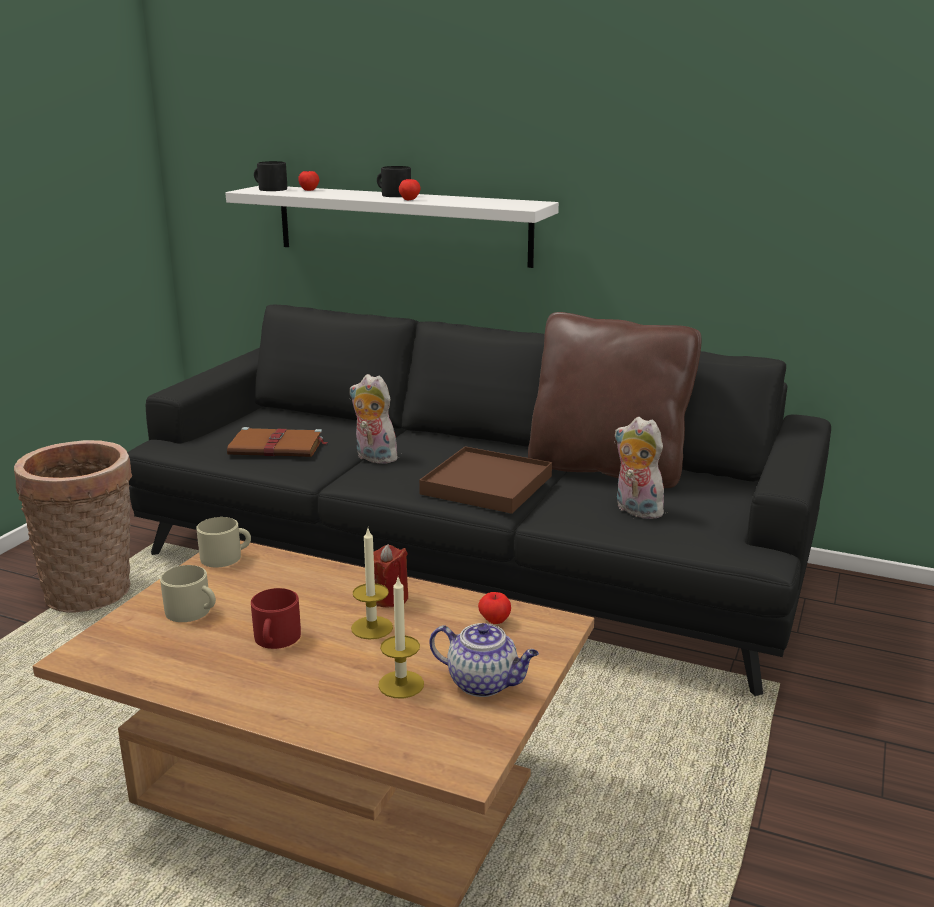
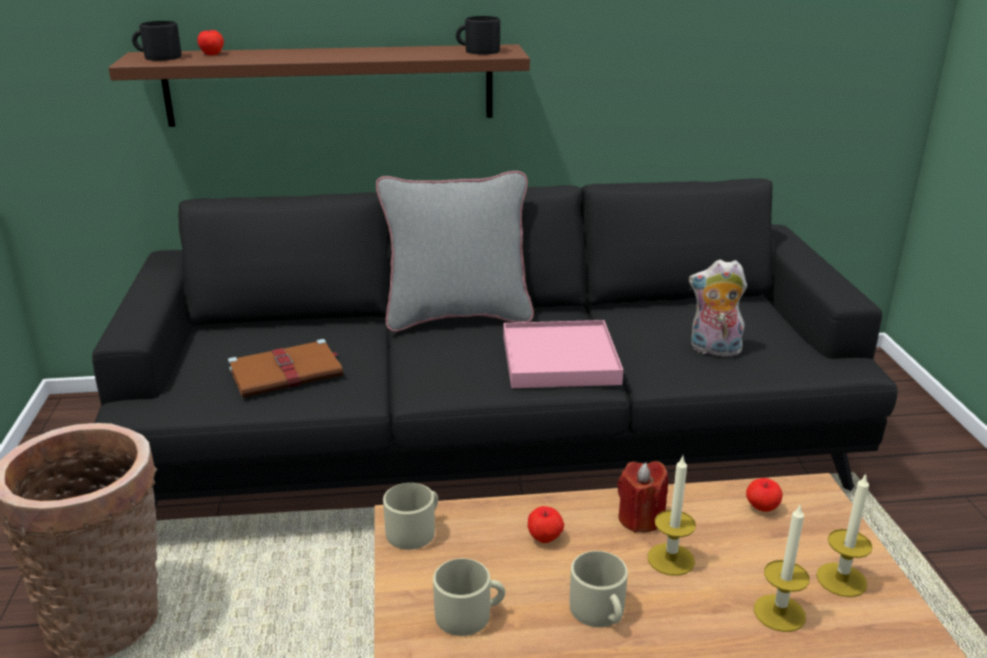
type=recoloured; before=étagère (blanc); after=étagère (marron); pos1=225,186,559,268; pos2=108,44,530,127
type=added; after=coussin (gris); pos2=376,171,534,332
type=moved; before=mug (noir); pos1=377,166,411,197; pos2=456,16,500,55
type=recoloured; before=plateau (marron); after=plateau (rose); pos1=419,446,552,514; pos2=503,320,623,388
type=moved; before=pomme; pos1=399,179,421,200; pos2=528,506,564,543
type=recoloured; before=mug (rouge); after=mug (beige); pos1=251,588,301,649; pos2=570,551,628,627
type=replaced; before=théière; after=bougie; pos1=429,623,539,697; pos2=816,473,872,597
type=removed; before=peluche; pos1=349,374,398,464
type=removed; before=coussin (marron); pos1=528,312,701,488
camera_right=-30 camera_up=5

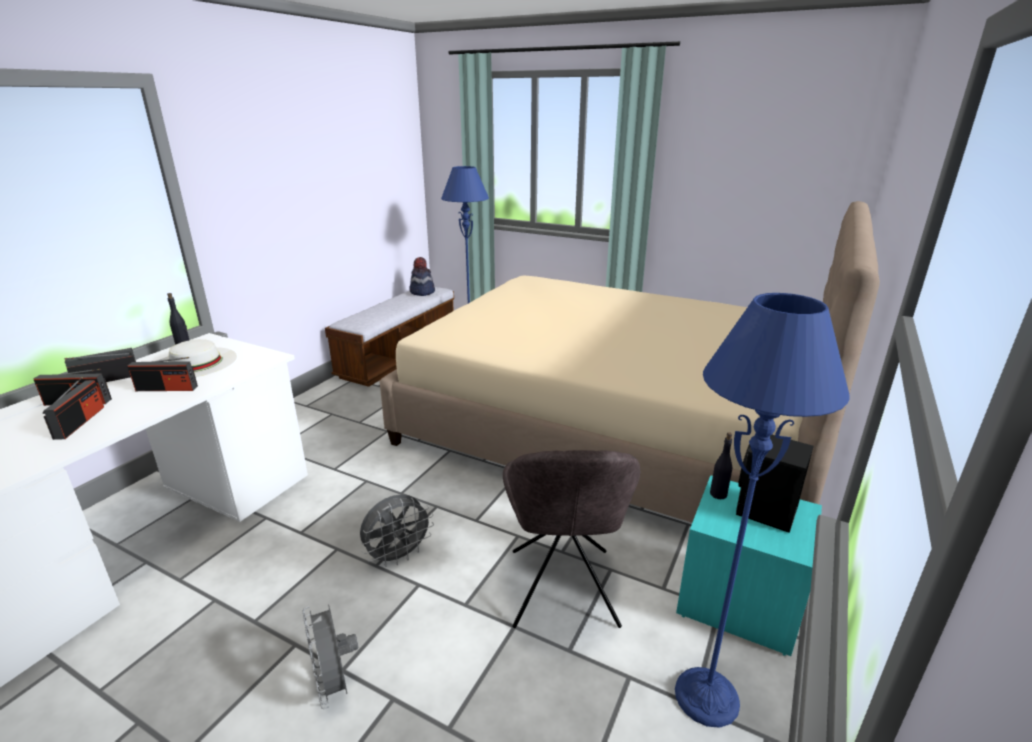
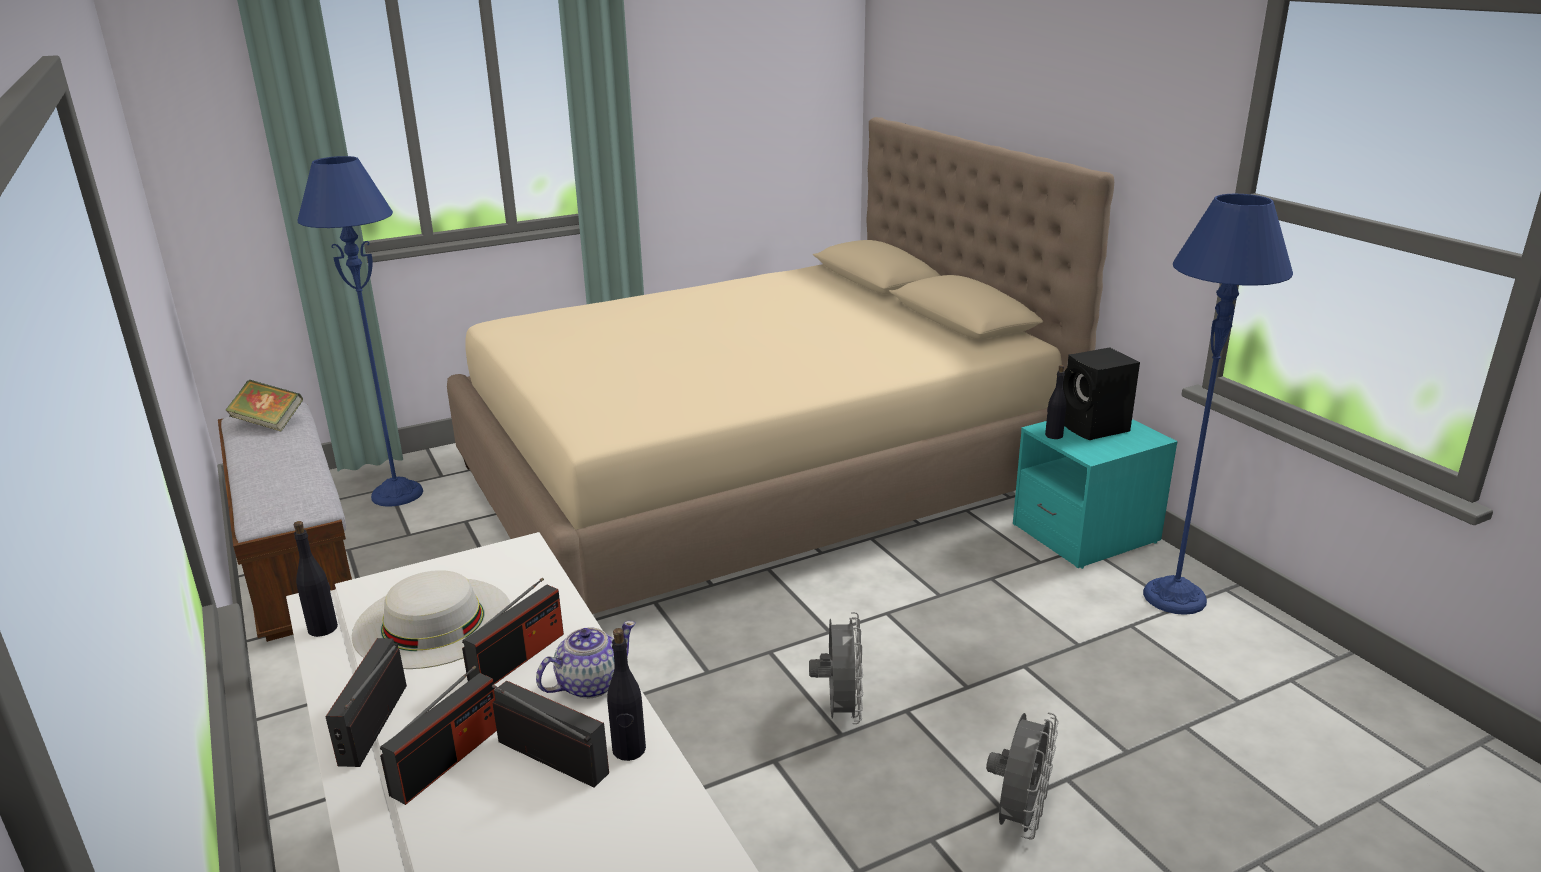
type=replaced; before=chapeau; after=livre; pos1=409,257,435,296; pos2=225,380,303,432
type=added; after=théière; pos2=536,621,636,699
type=added; after=bouteille (noir); pos2=607,628,646,761
type=turned; before=ventilateur (gris); pos1=302,604,359,709; pos2=986,712,1059,840; turn=-75
type=removed; before=chaise (gris); pos1=503,450,640,628
camera_right=-55 camera_up=0

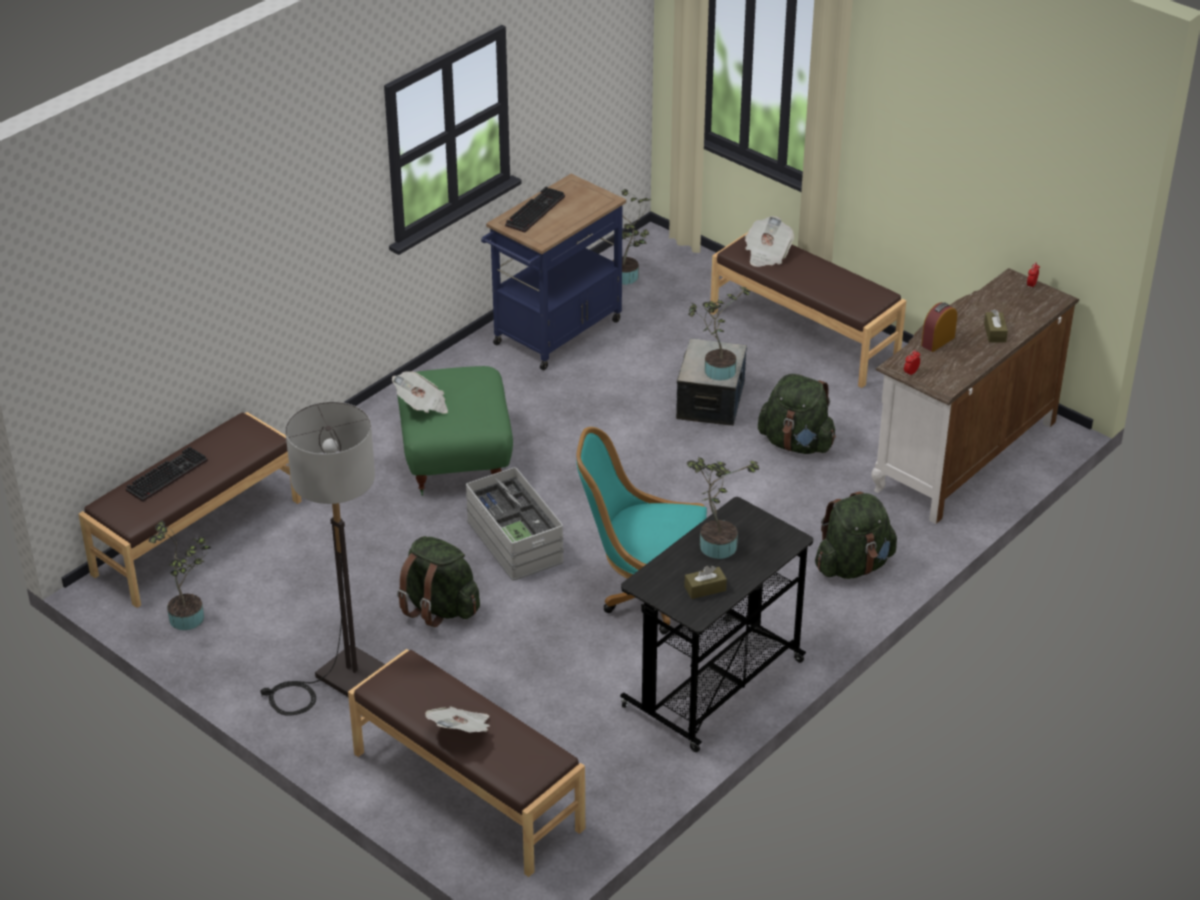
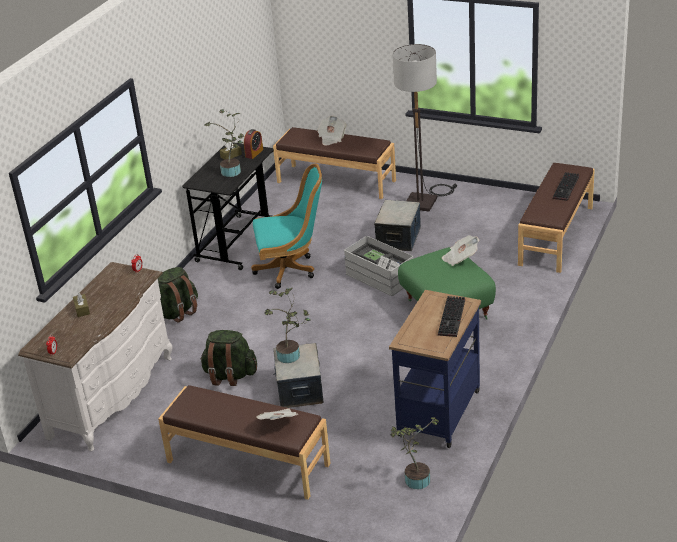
type=moved; before=réveil; pos1=921,302,957,352; pos2=244,129,263,159
type=replaced; before=sac à dos (vert); after=boîte de rangement; pos1=397,536,480,627; pos2=374,200,421,251
type=removed; before=plante en pot; pos1=149,520,211,630
camera_right=165 camera_up=-5

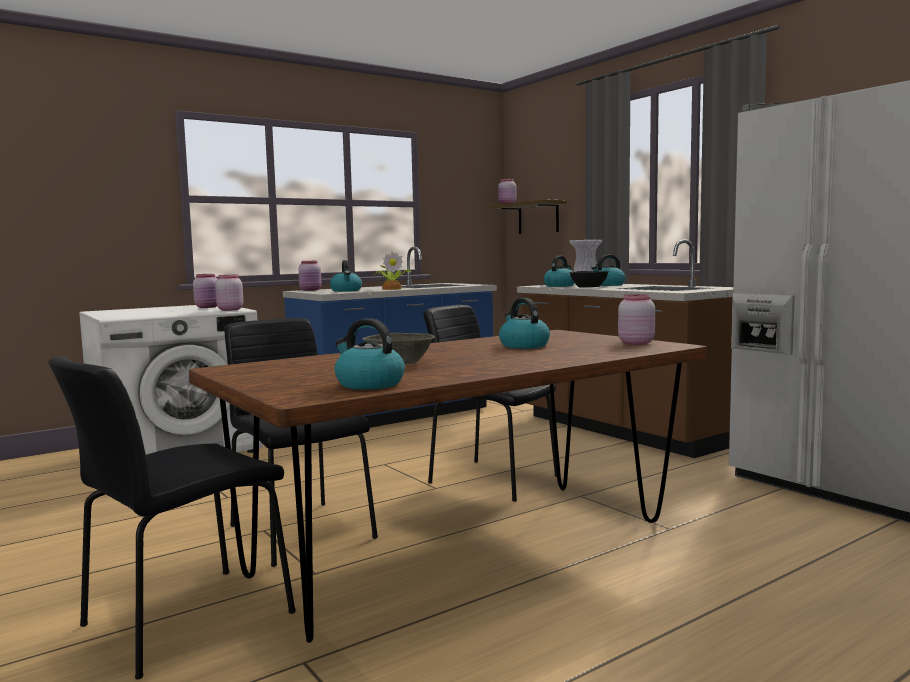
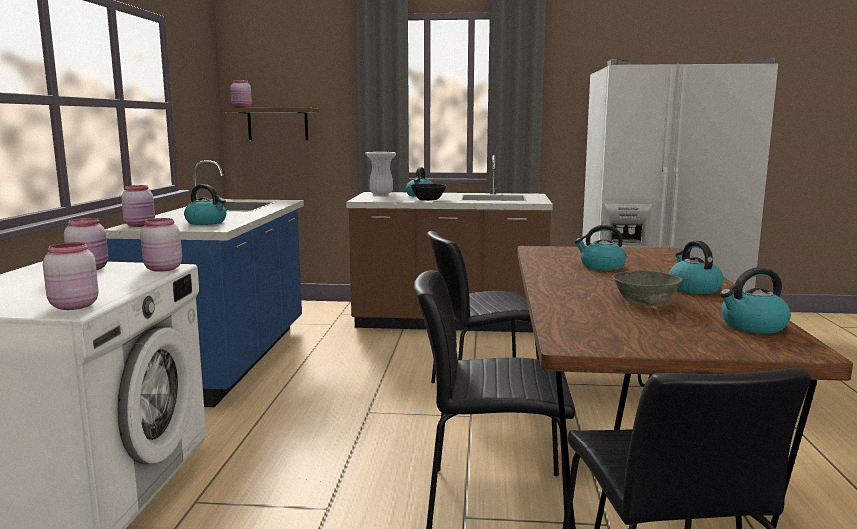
type=moved; before=bocal (rose); pos1=618,294,655,345; pos2=43,242,99,310
type=moved; before=bouilloire; pos1=544,256,574,287; pos2=669,241,723,294
type=removed; before=plante en pot; pos1=374,252,412,290
camera_right=-50 camera_up=5

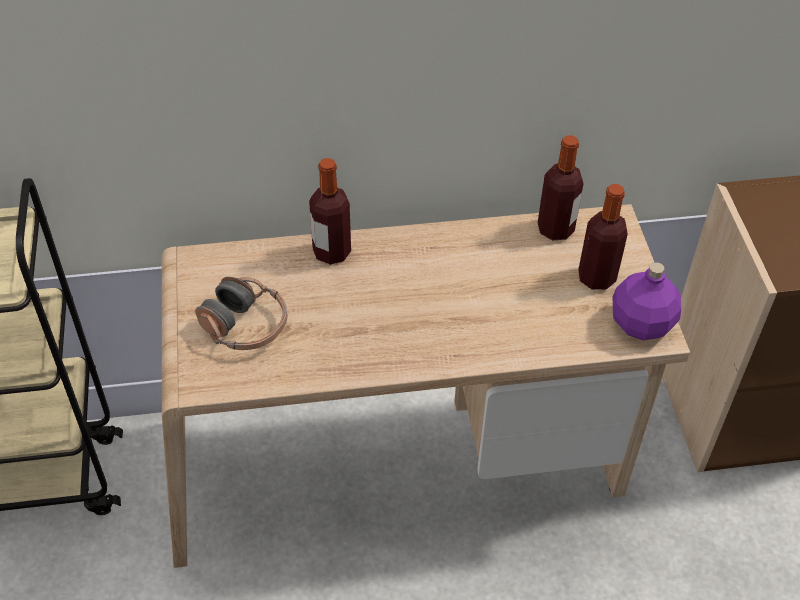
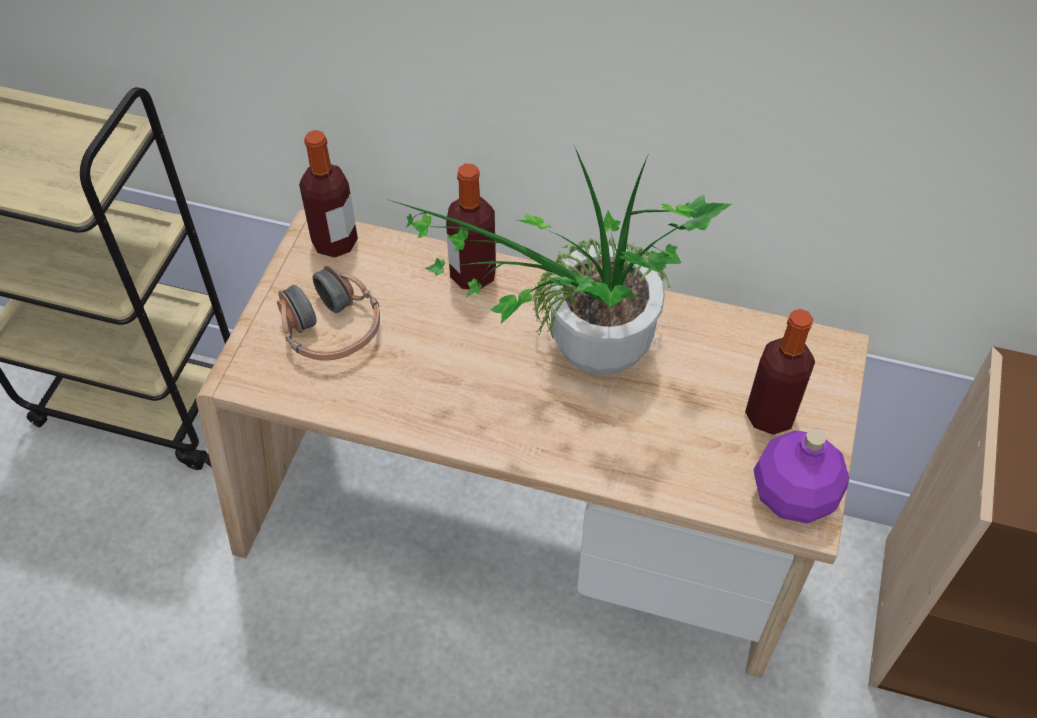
type=moved; before=bouteille; pos1=538,135,584,240; pos2=299,130,358,258
type=added; after=plante en pot; pos2=387,148,732,376
camera_right=25 camera_up=5

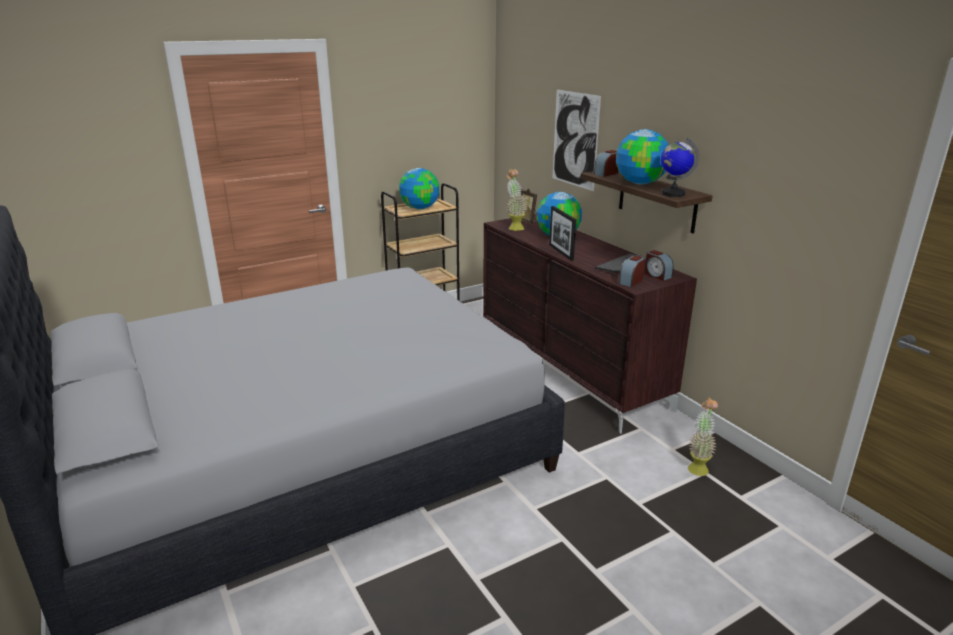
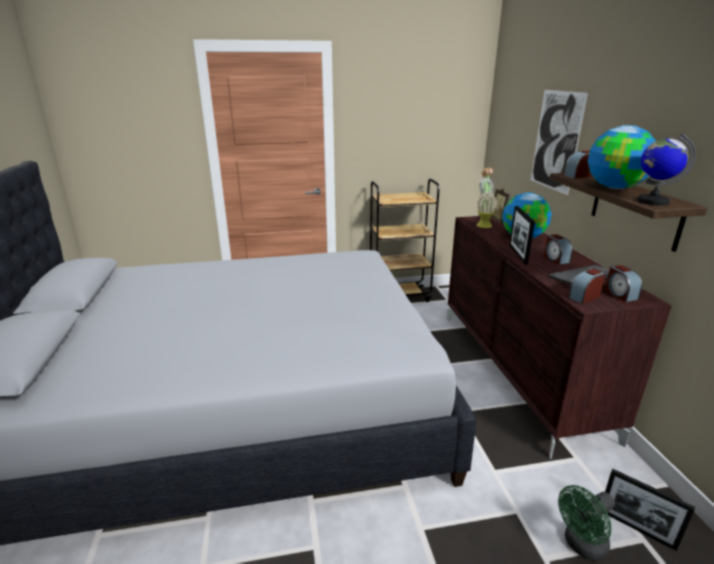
type=added; after=réveil; pos2=544,234,573,264
type=added; after=ventilateur (vert); pos2=558,485,615,561
type=replaced; before=plante en pot; after=cadre photo; pos1=688,398,718,476; pos2=605,469,695,551
type=removed; before=globe; pos1=399,168,439,209
camera_right=20 camera_up=0

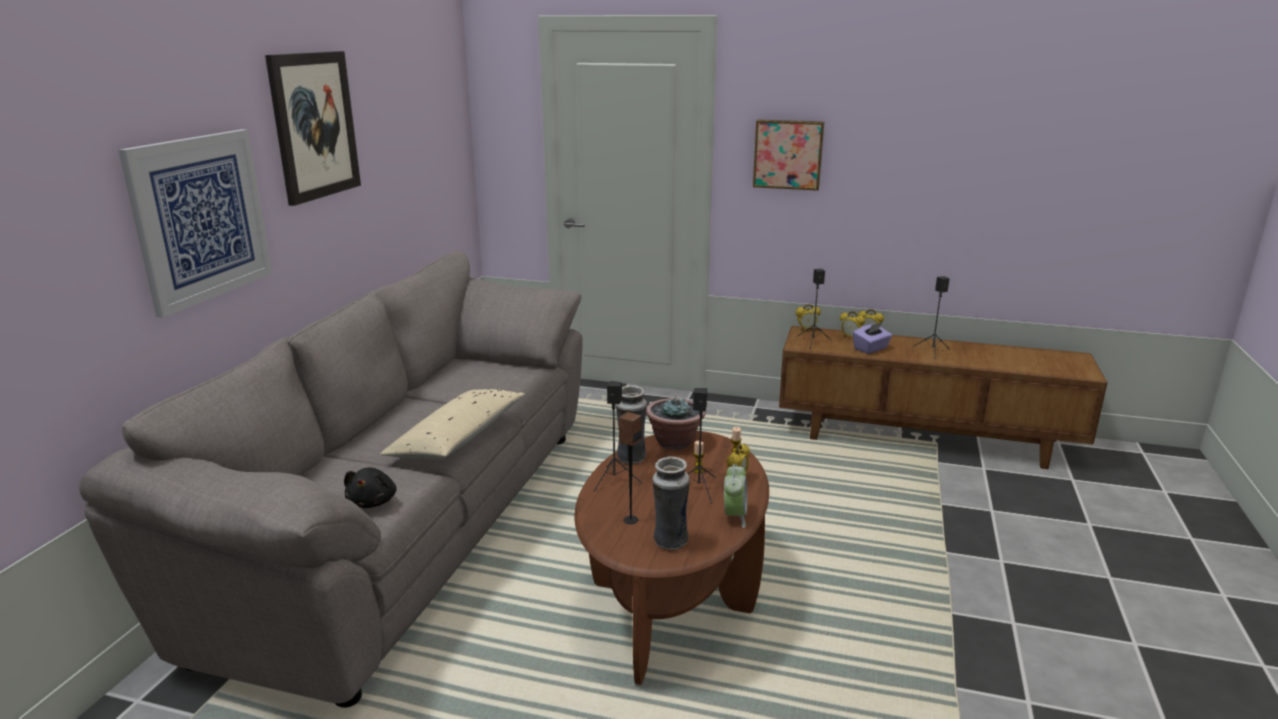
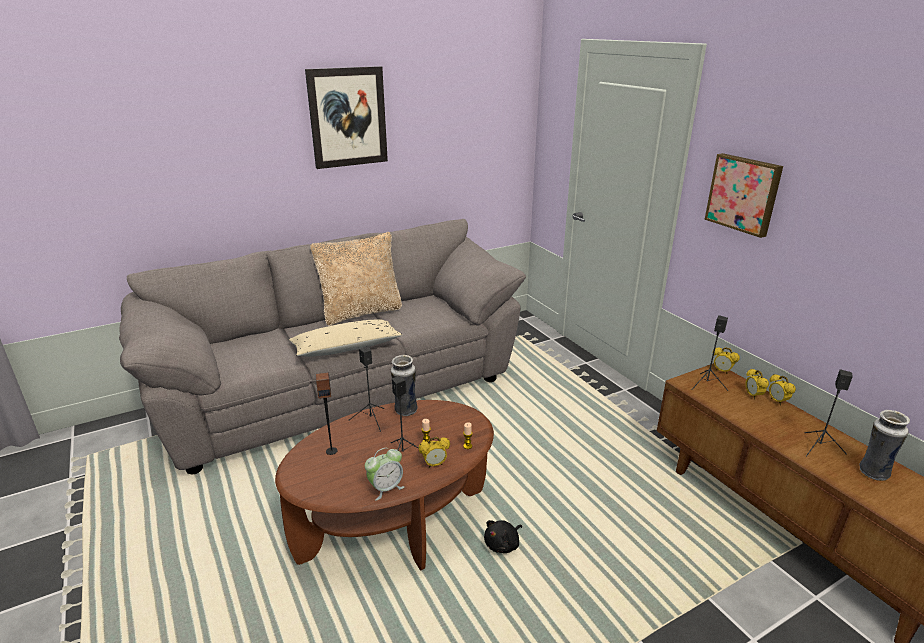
type=added; after=coussin (beige); pos2=310,232,402,326
type=moved; before=peluche (noir); pos1=344,467,397,508; pos2=484,520,522,553
type=moved; before=vase; pos1=652,456,690,550; pos2=859,410,910,481
type=removed; before=tableau; pos1=118,129,272,318
type=removed; before=plante en pot; pos1=646,396,705,450
type=removed; before=boîte à mouchoirs (violet); pos1=853,322,892,354
camera_right=45 camera_up=5

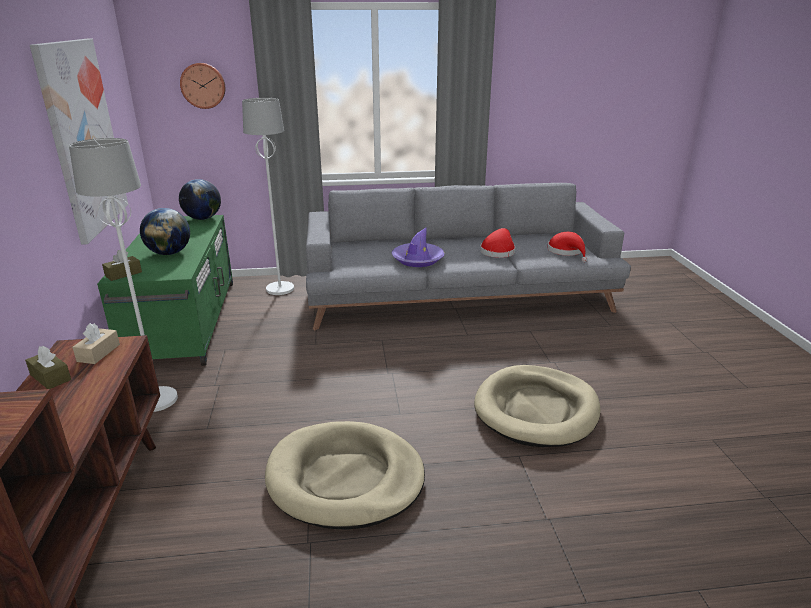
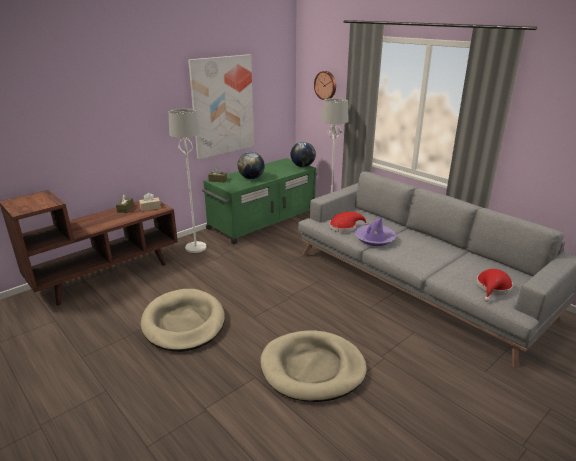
type=moved; before=chapeau (rouge); pos1=480,228,515,258; pos2=329,212,368,233
camera_right=55 camera_up=0

